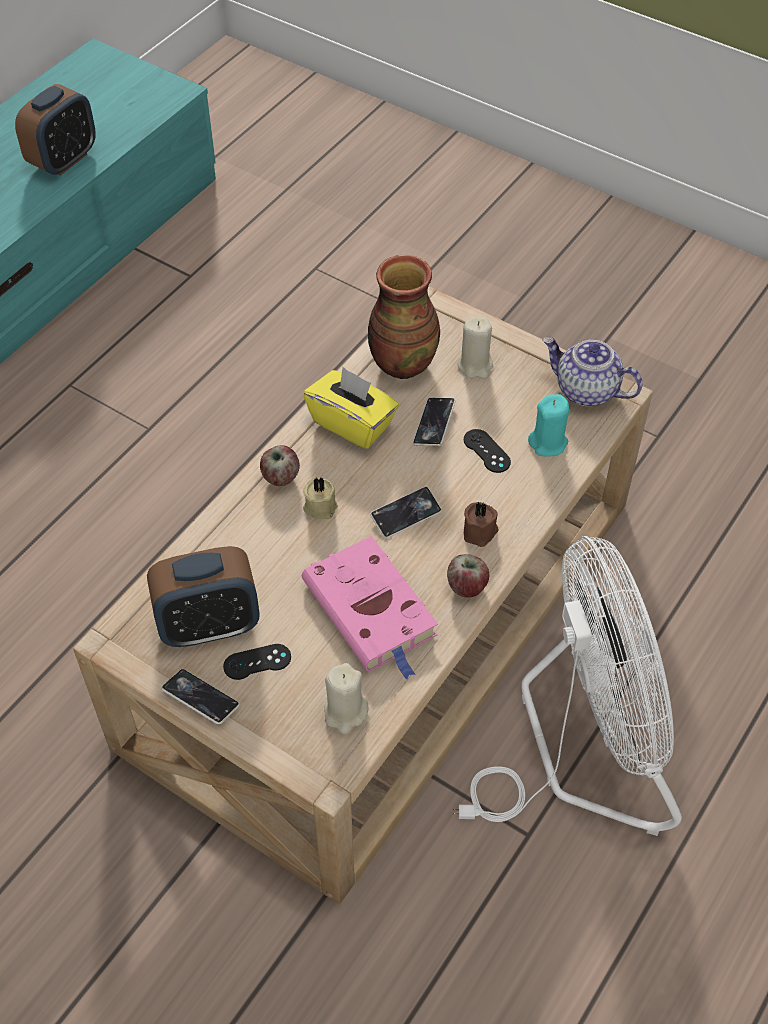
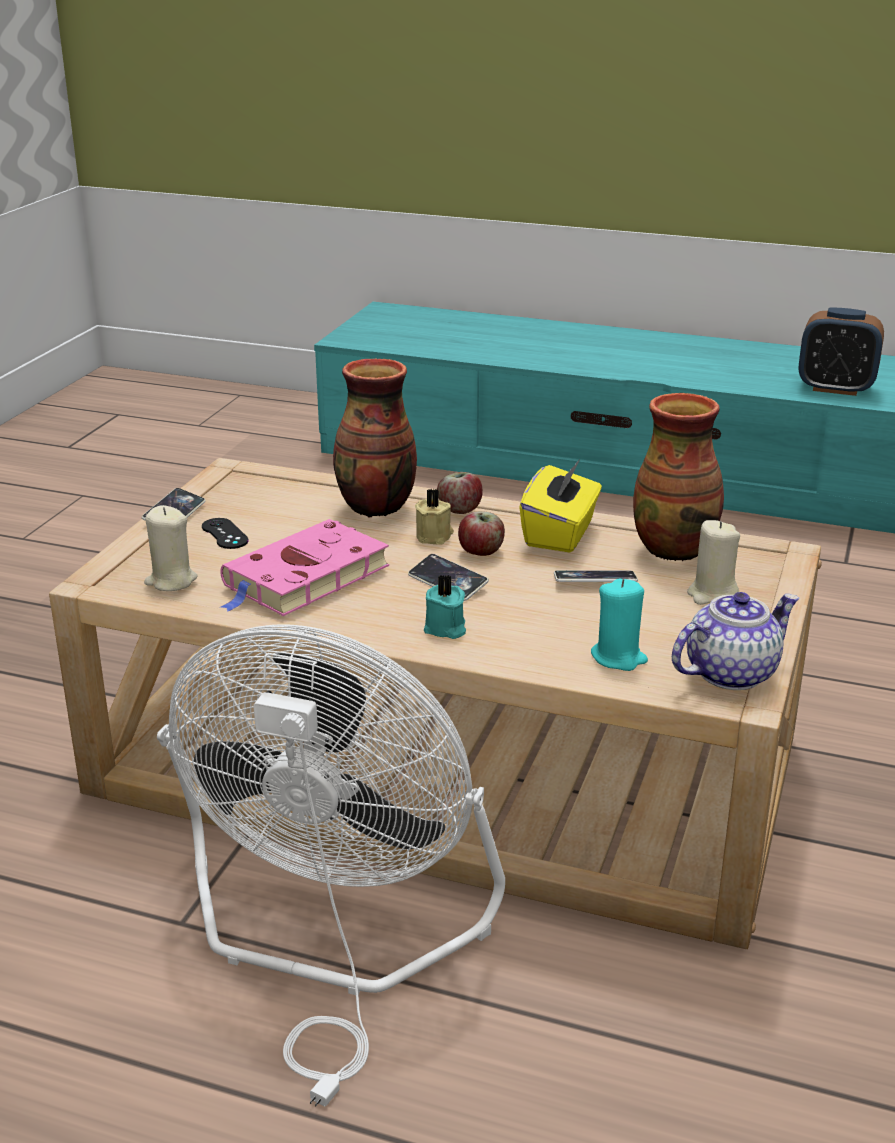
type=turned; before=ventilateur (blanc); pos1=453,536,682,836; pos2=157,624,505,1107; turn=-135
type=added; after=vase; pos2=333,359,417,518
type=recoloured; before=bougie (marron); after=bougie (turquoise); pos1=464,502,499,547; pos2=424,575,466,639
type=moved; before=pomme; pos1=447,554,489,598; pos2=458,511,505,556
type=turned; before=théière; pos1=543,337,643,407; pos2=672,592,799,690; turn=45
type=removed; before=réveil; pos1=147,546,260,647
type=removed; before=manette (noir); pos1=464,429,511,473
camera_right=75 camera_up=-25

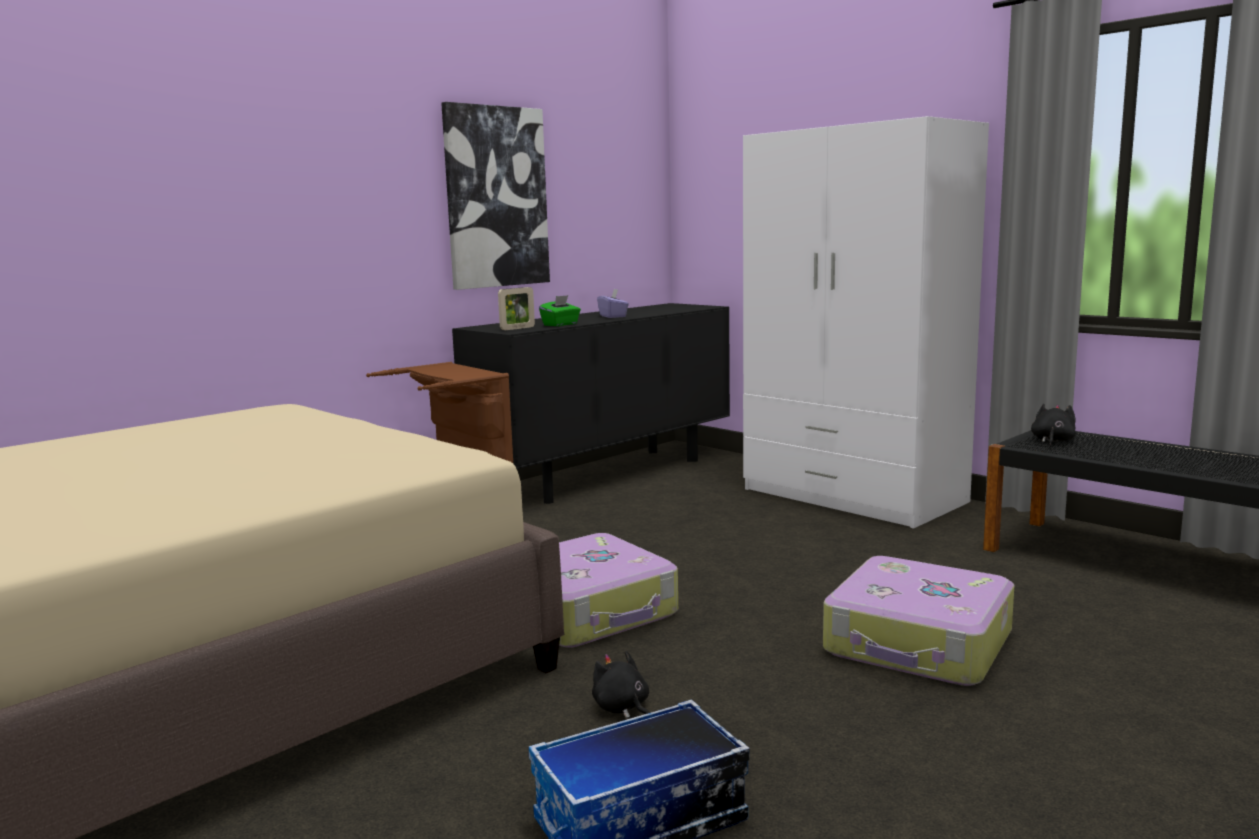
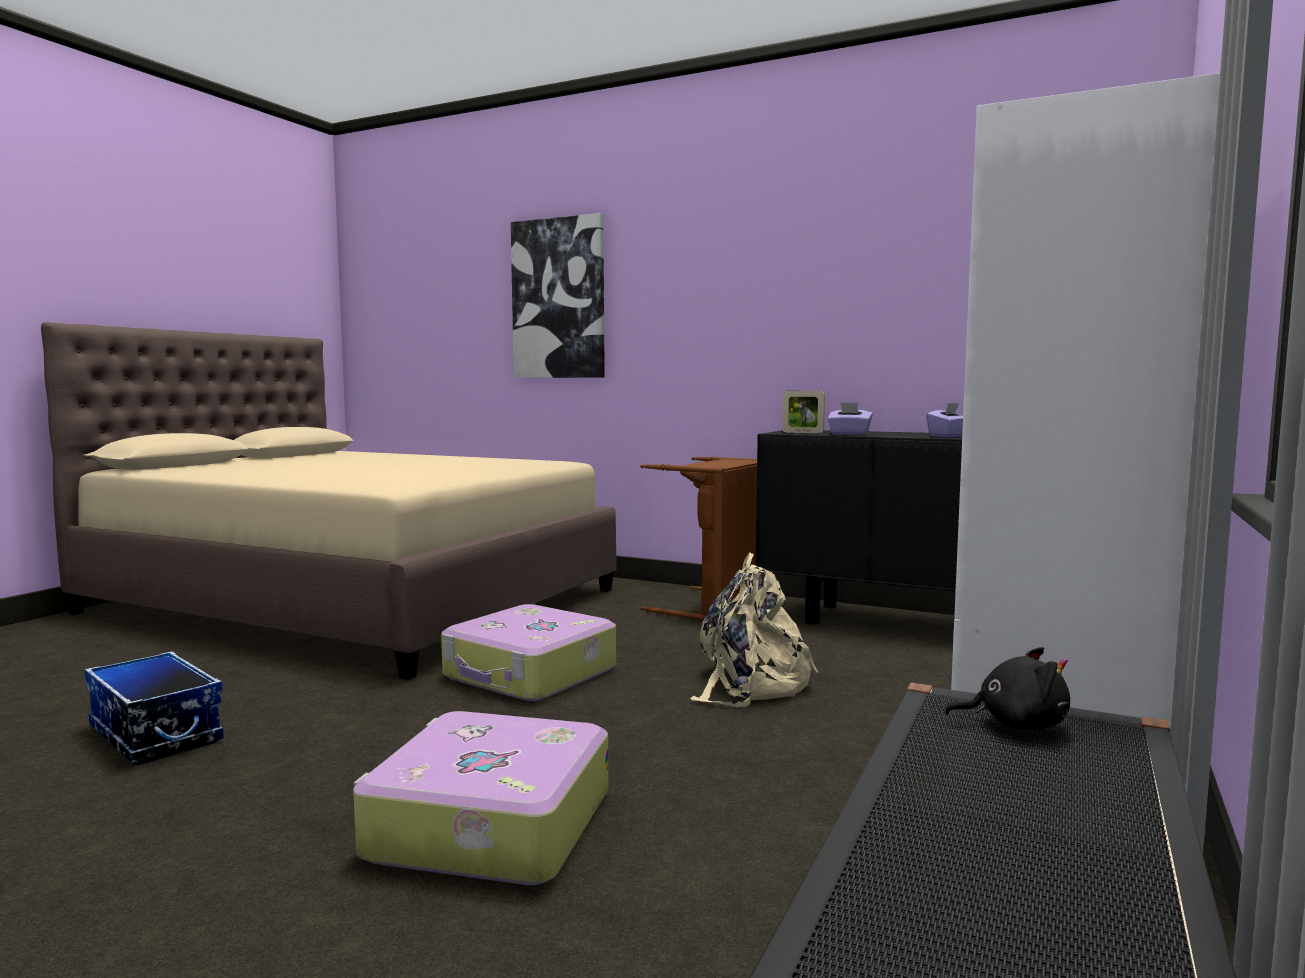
type=moved; before=tableau; pos1=441,102,550,290; pos2=511,213,605,378
type=added; after=sac à dos (beige); pos2=690,552,818,707
type=recoloured; before=boîte à mouchoirs (vert); after=boîte à mouchoirs (violet); pos1=539,295,581,326; pos2=827,402,873,435
type=removed; before=peluche (noir); pos1=592,651,650,718
camera_right=70 camera_up=-5

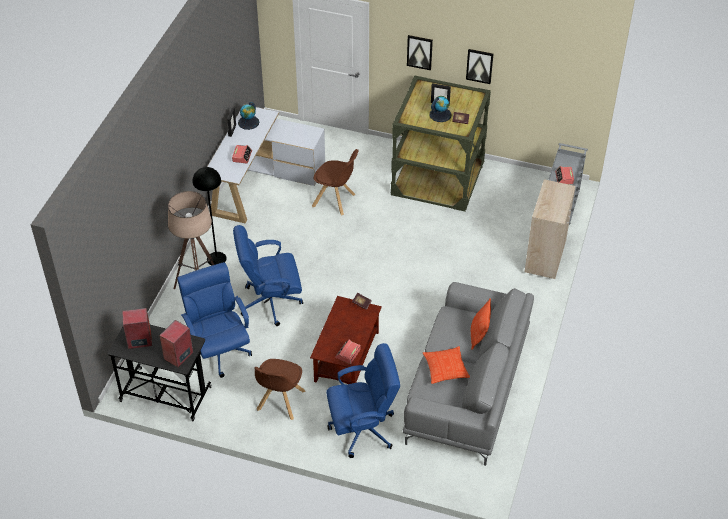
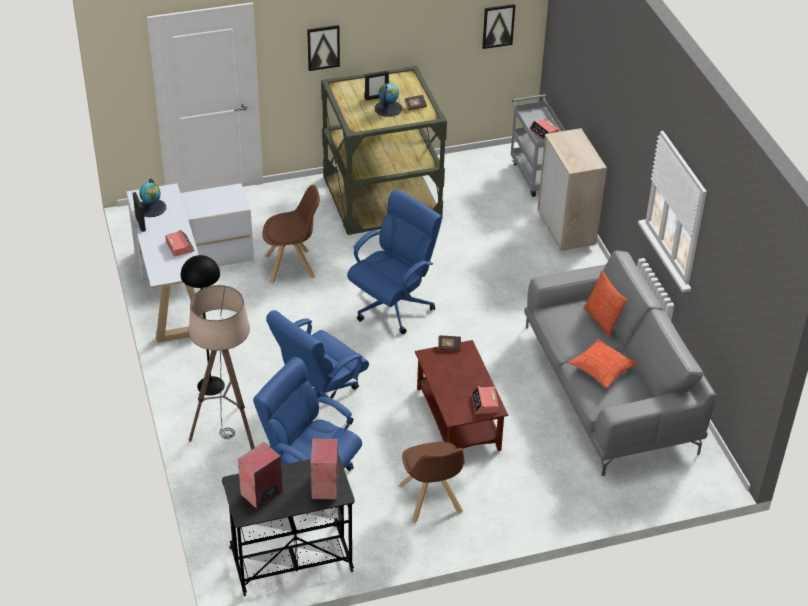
type=moved; before=chaise de bureau (bleu); pos1=326,343,400,458; pos2=347,190,442,334
type=moved; before=tableau; pos1=466,49,493,84; pos2=482,4,515,49
camera_right=-35 camera_up=-5

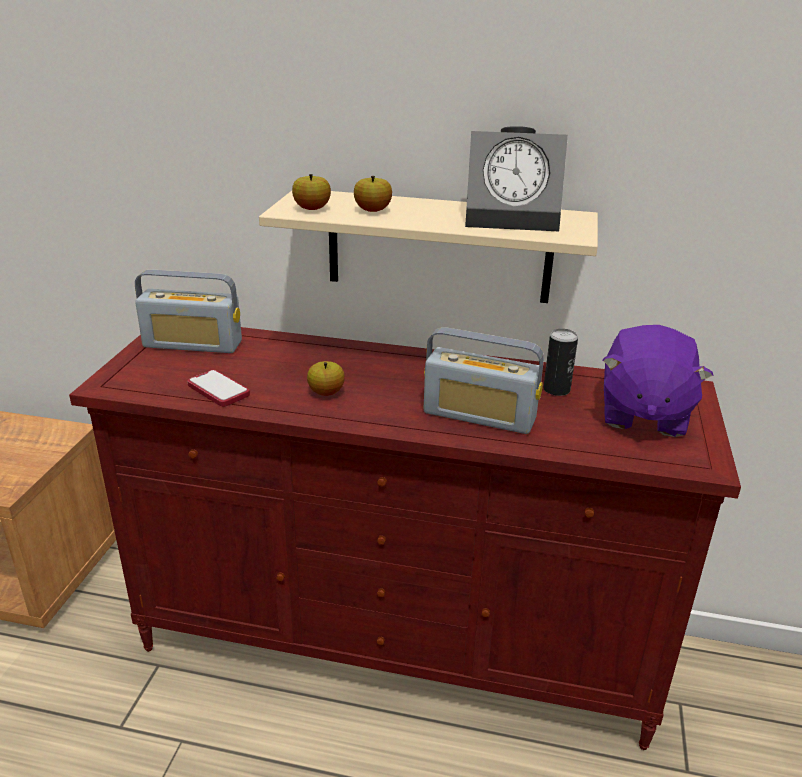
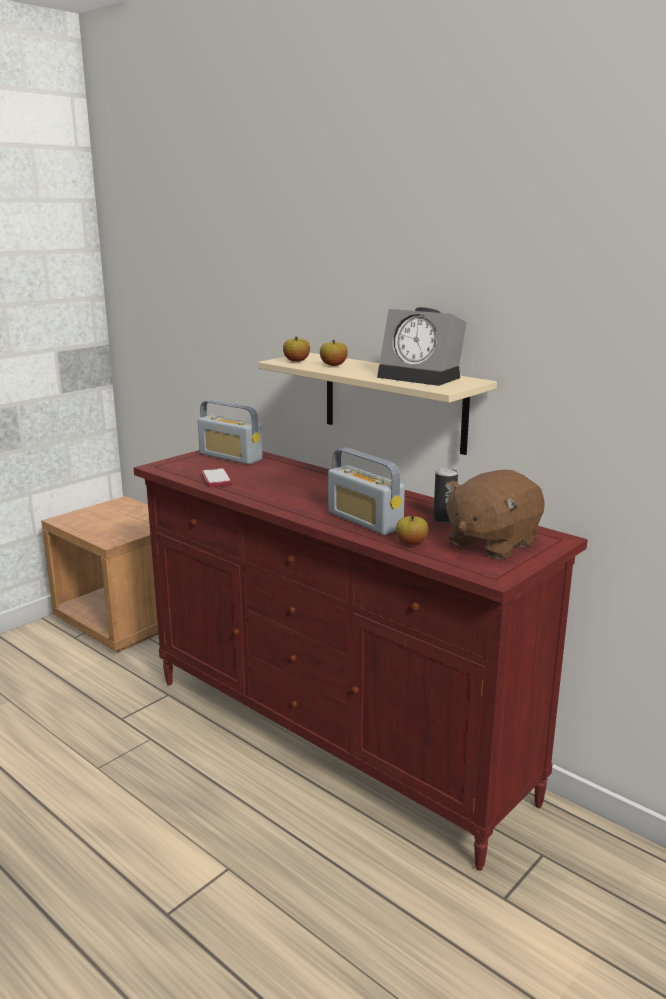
type=moved; before=pomme; pos1=307,361,345,396; pos2=396,516,429,545
type=recoloured; before=peluche (violet); after=peluche (marron); pos1=603,325,713,437; pos2=445,470,545,559
camera_right=30 camera_up=-10

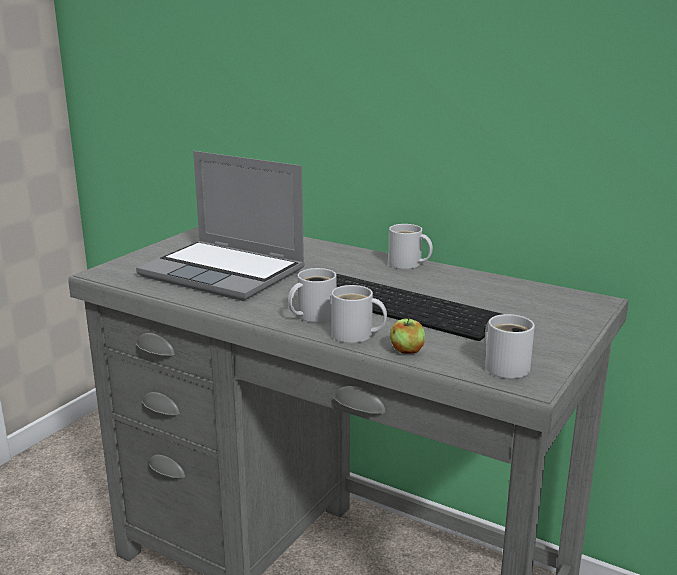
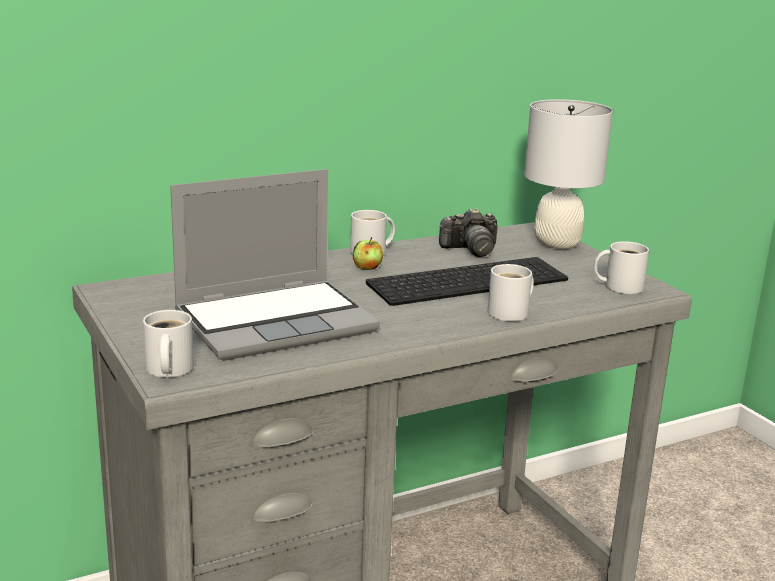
type=moved; before=mug (blanc); pos1=288,268,336,322; pos2=143,310,194,378
type=moved; before=pomme; pos1=390,318,425,354; pos2=353,237,383,270
type=added; after=appareil photo; pos2=439,208,498,257
type=added; after=lampe de table (gris); pos2=524,99,613,249
camera_right=-60 camera_up=0

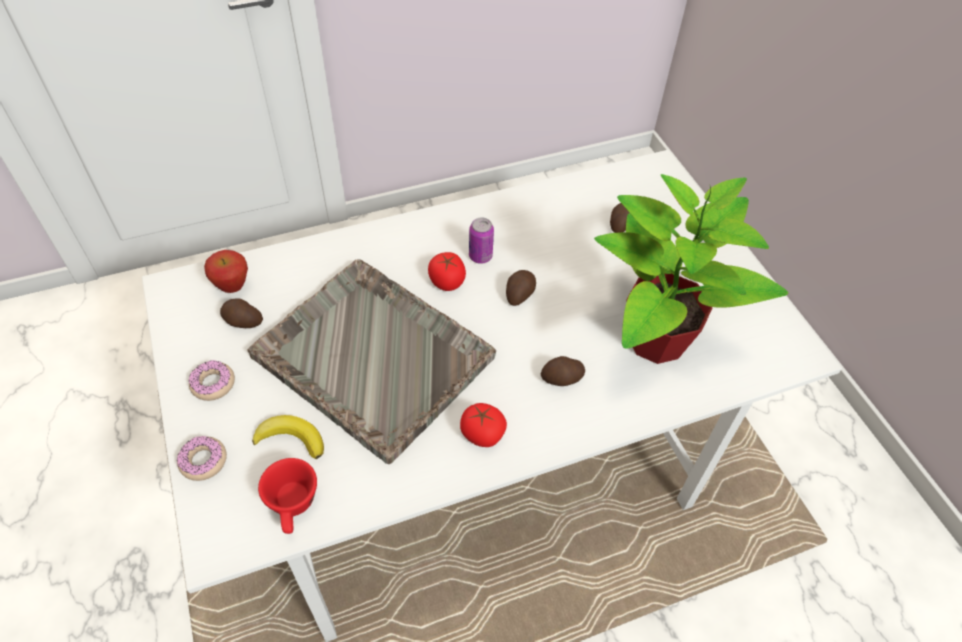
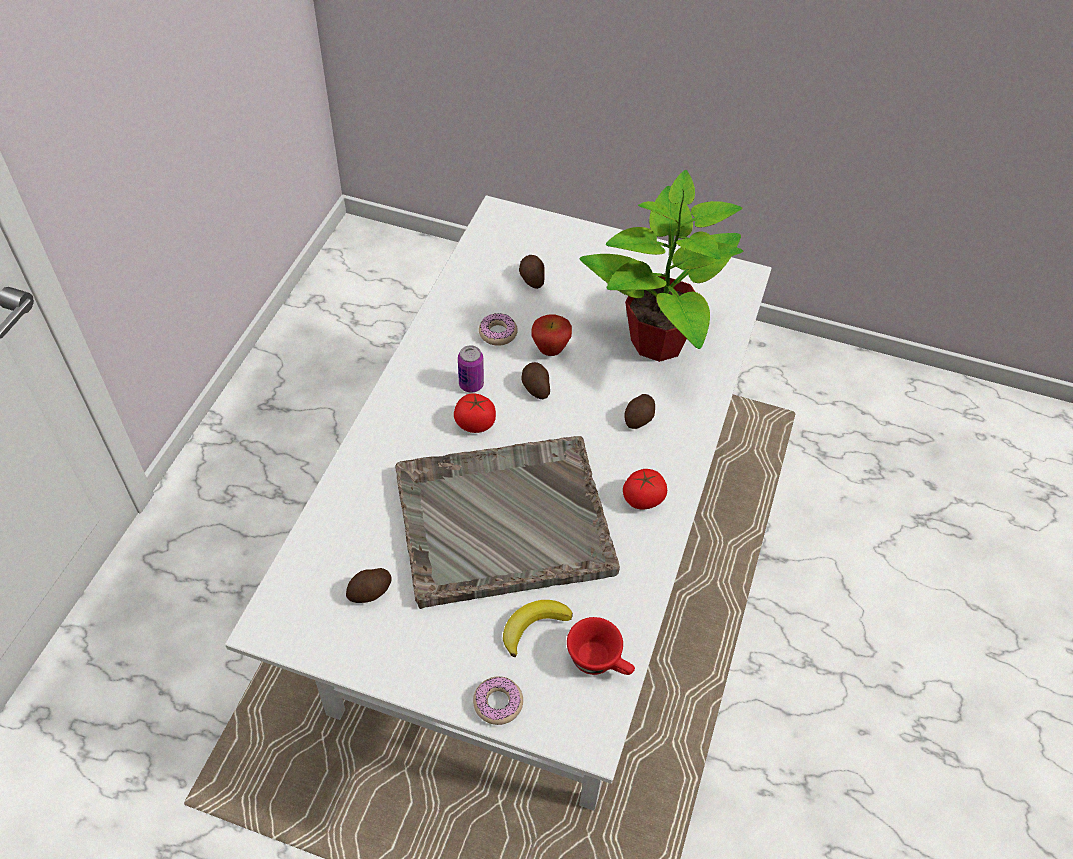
type=moved; before=beignet; pos1=188,360,235,401; pos2=479,313,518,346
type=moved; before=pomme; pos1=204,250,248,293; pos2=532,314,572,356
camera_right=-50 camera_up=0

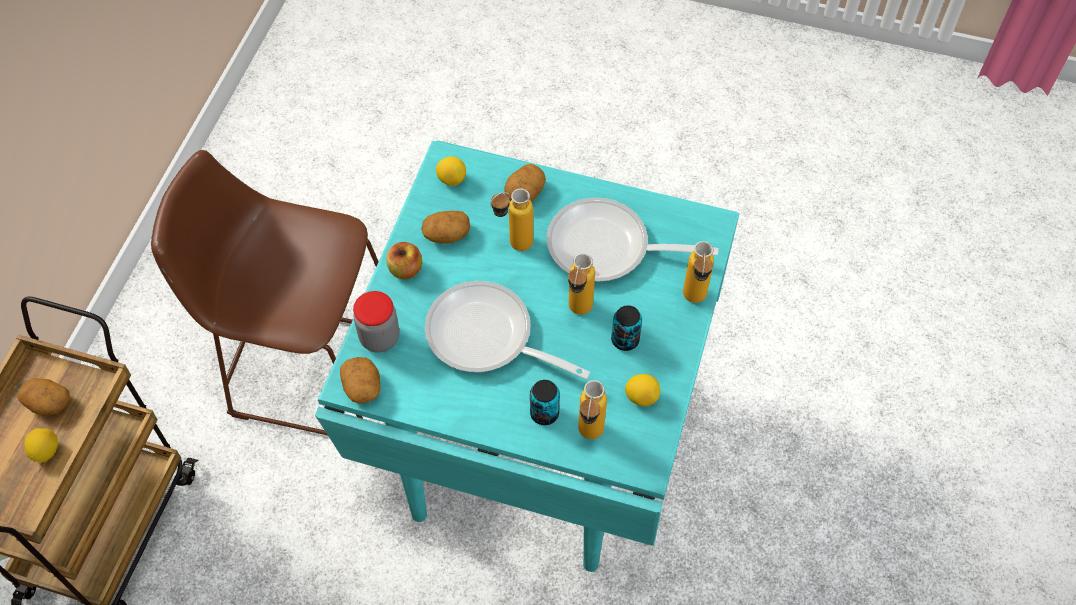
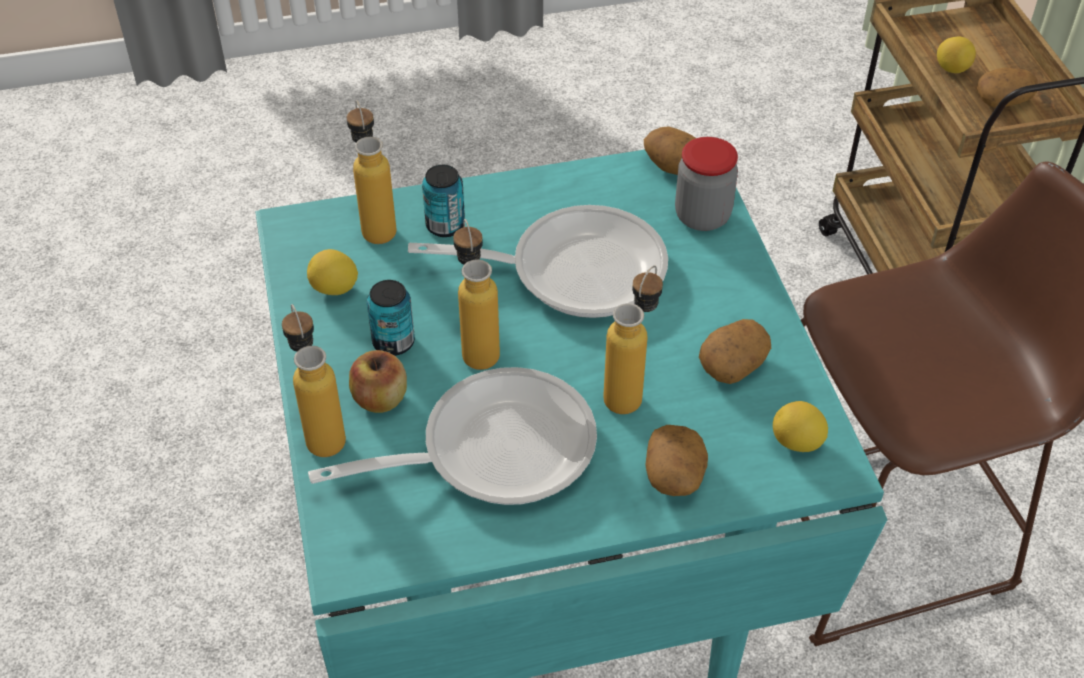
type=moved; before=pomme; pos1=386,242,422,279; pos2=349,350,407,413
camera_right=150 camera_up=-10

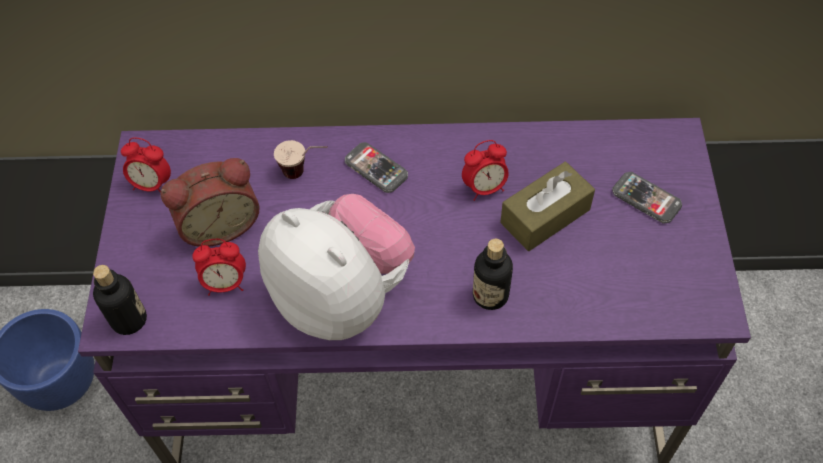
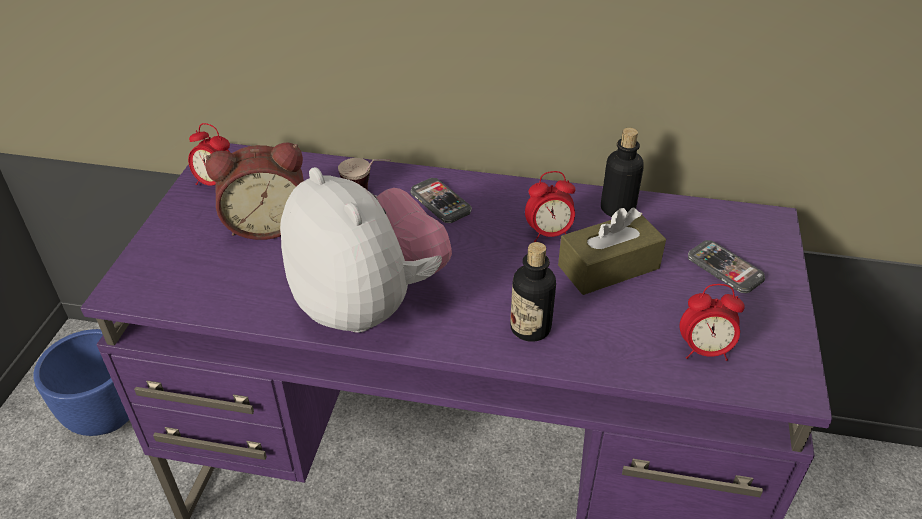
type=moved; before=bouteille; pos1=93,265,147,335; pos2=601,128,644,217
type=moved; before=réveil; pos1=192,239,246,296; pos2=680,284,745,361
camera_right=10 camera_up=-15

